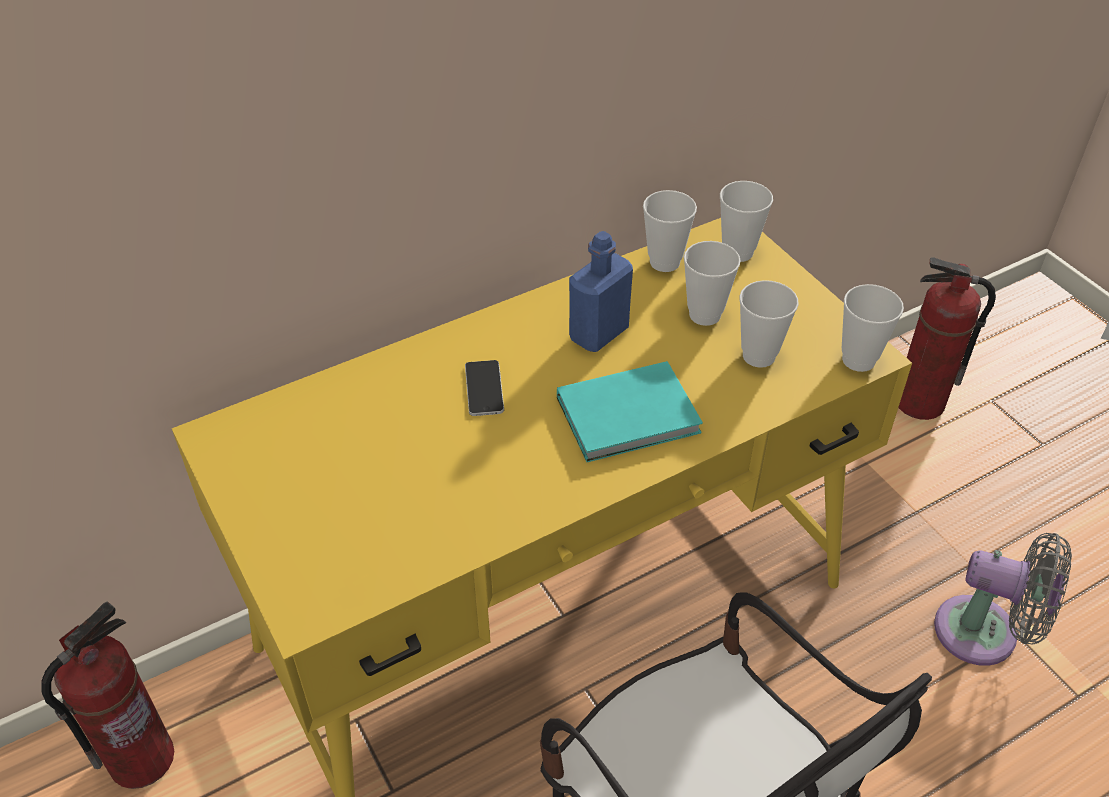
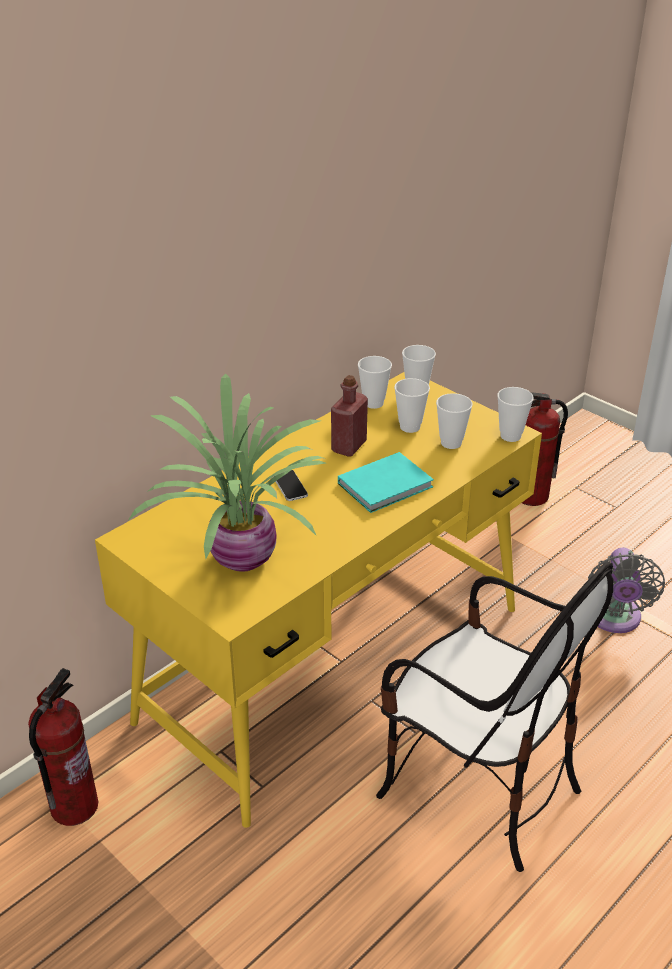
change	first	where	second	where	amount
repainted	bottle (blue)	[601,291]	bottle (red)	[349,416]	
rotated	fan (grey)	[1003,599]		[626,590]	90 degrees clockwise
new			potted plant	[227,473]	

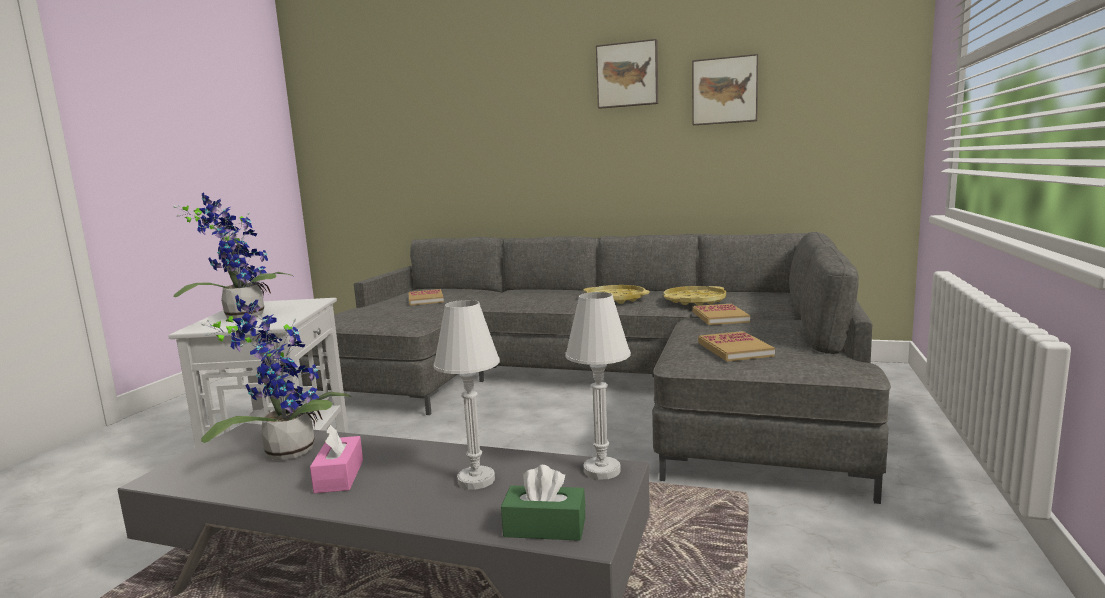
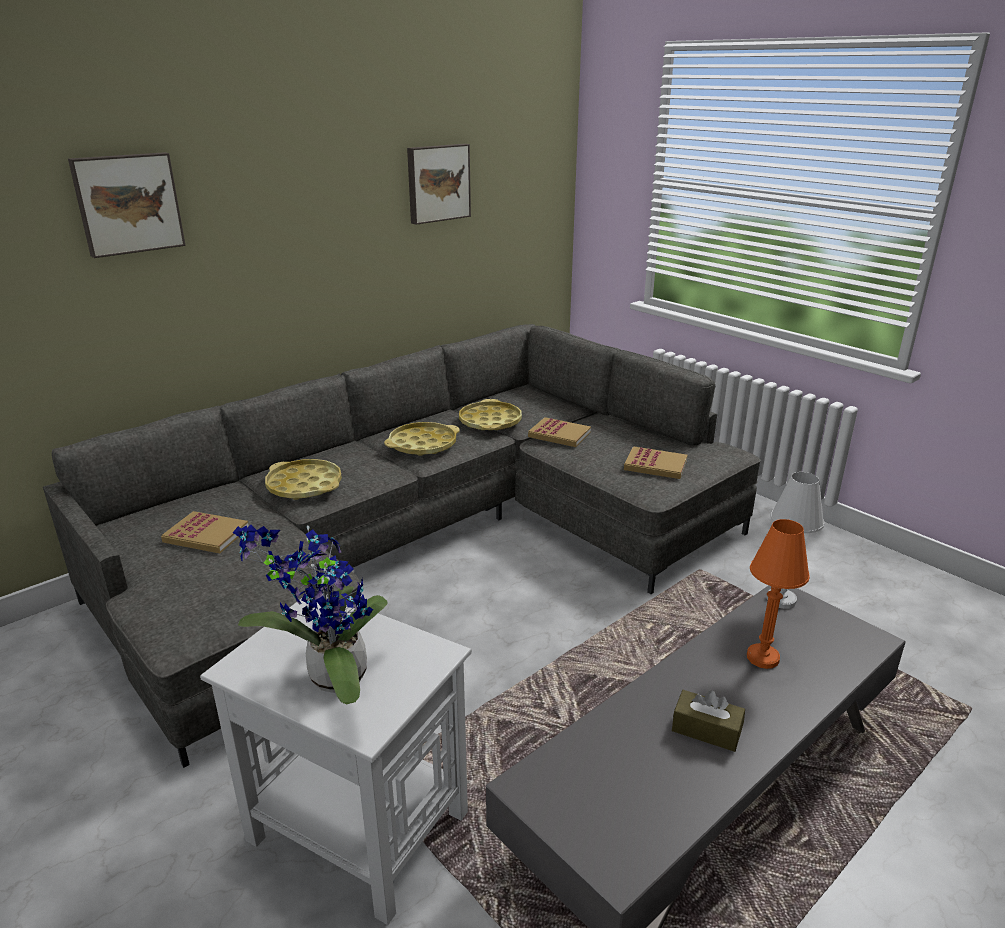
change	first	where	second	where	amount
shifted	picture	[627,74]		[127,205]	
gone	potted plant	[276,377]			
repainted	table lamp (white)	[466,395]	table lamp (orange)	[778,594]	
repainted	tissue box (pink)	[336,459]	tissue box (brown)	[708,721]	
gone	tissue box (green)	[543,503]			
new			tray (yellow)	[303,479]	

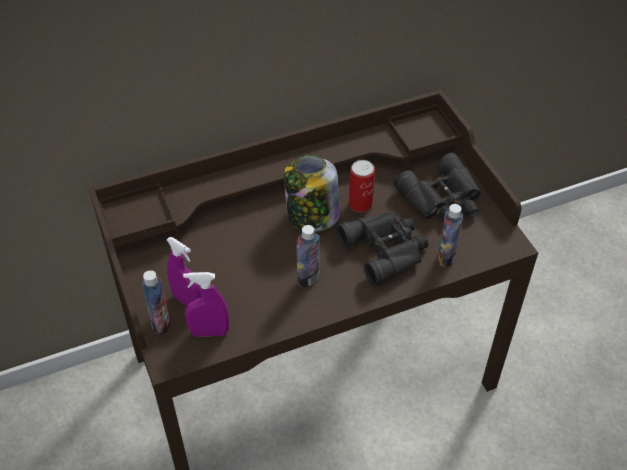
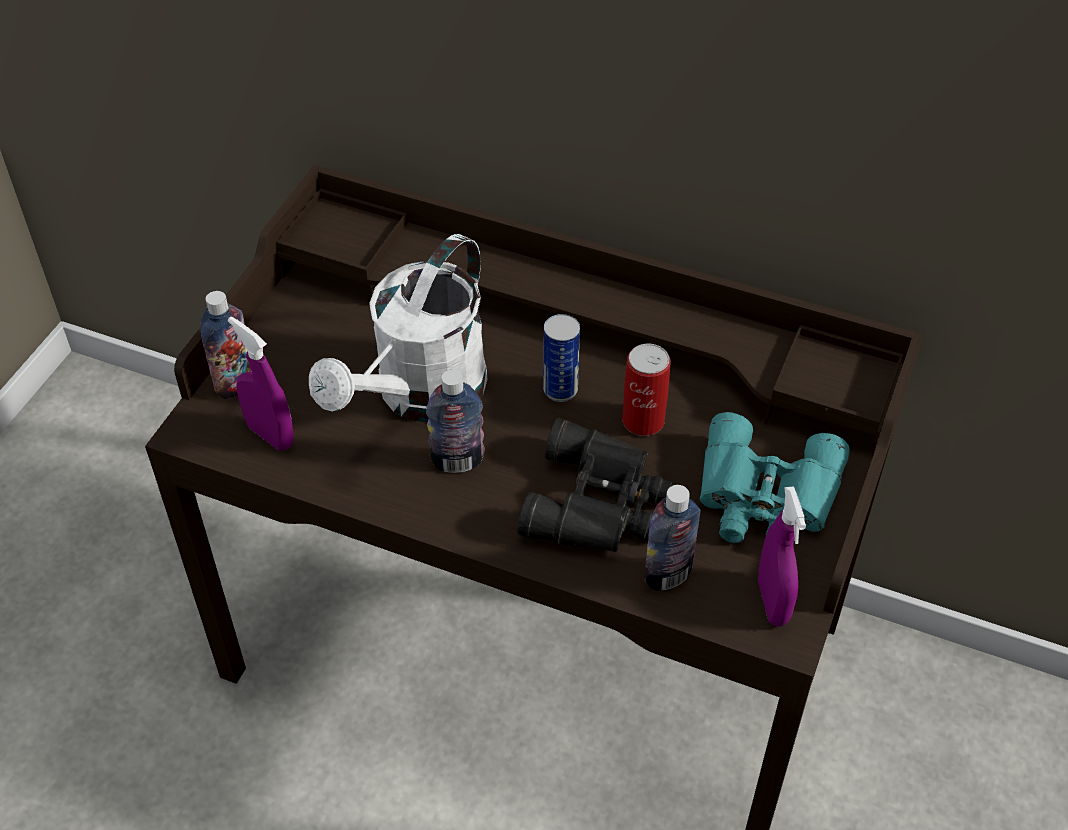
change	first	where	second	where	amount
repainted	binoculars (black)	[437,187]	binoculars (turquoise)	[775,477]	
swapped	jar	[312,193]	can	[561,358]	
shifted	spray bottle (purple)	[184,271]		[782,556]	
new			watering can (white)	[398,328]	

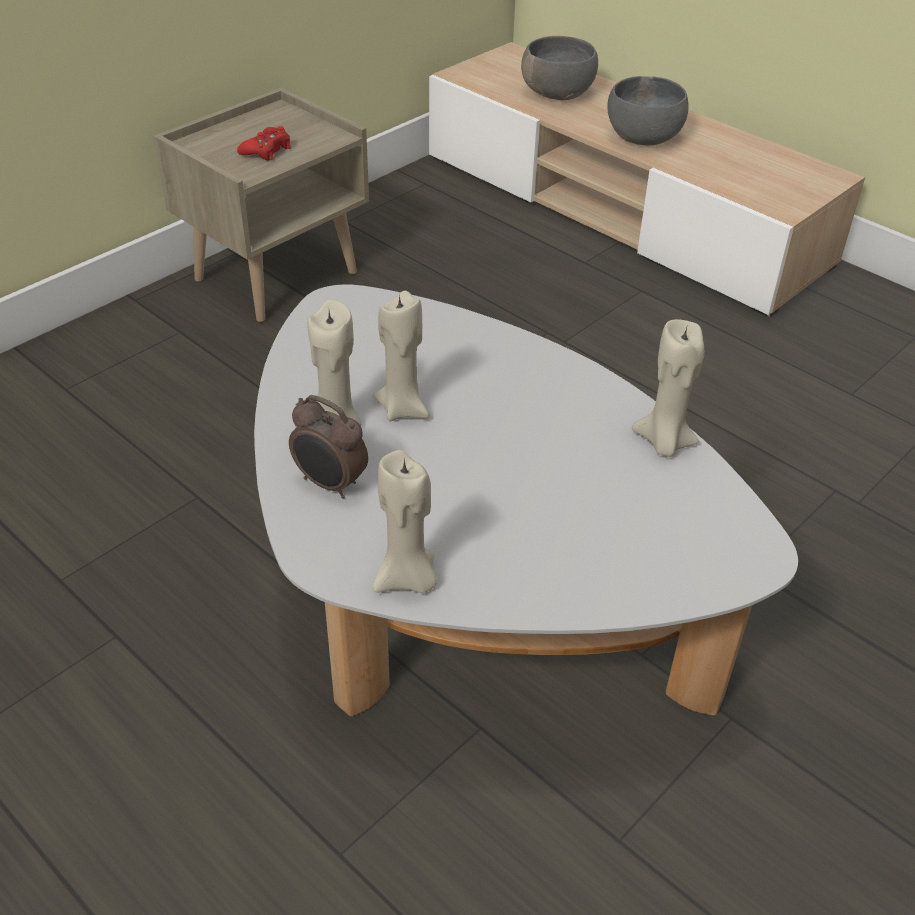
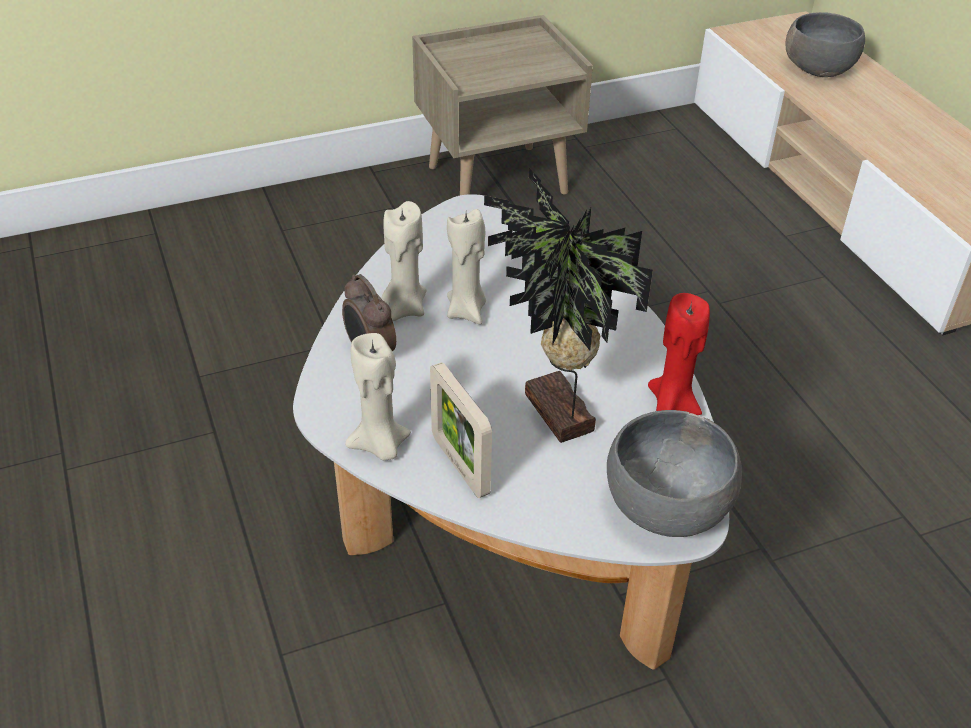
change	first	where	second	where	amount
shifted	bowl (grey)	[648,111]		[674,473]	
gone	game controller (red)	[264,143]			
repainted	candle (beige)	[668,388]	candle (red)	[679,354]	
new			potted plant	[568,305]	
new			picture frame	[461,430]	

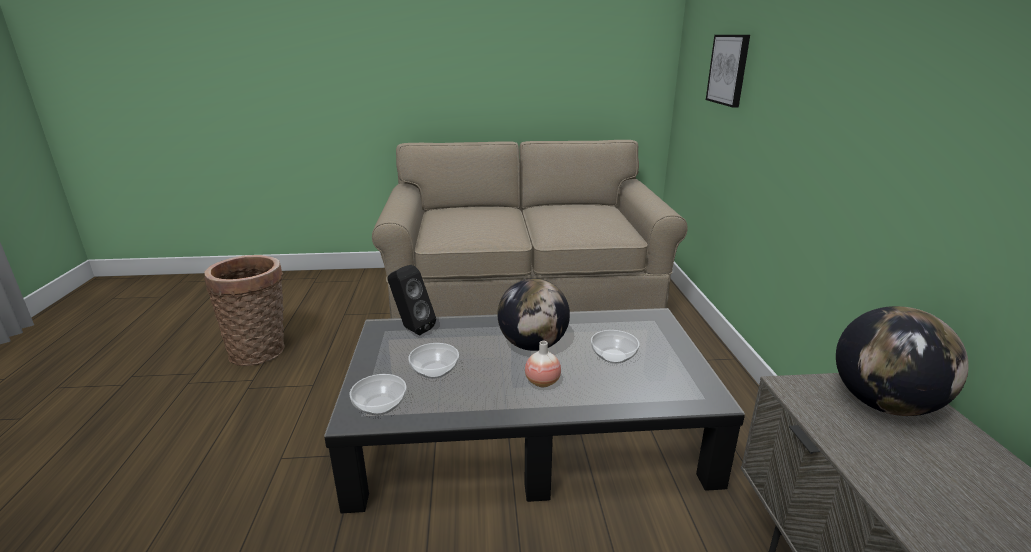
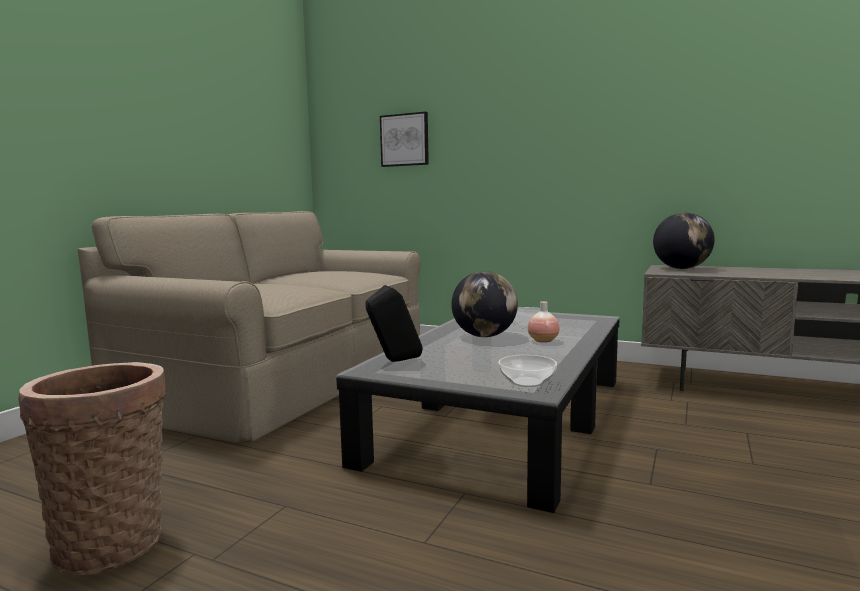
change	first	where	second	where	amount
gone	bowl	[433,361]			

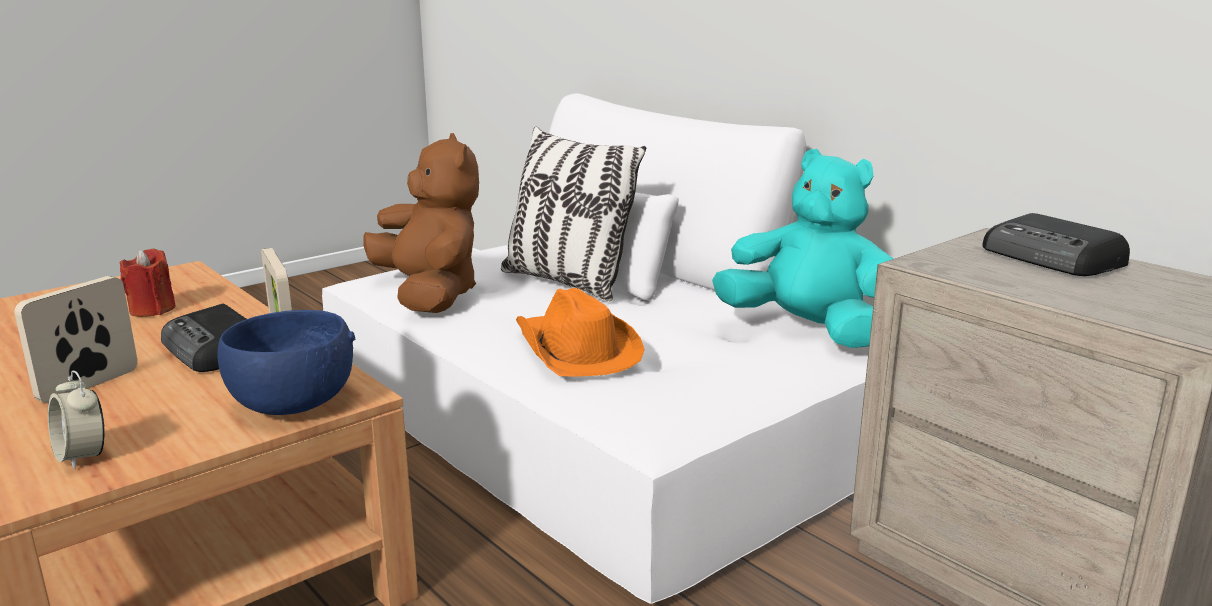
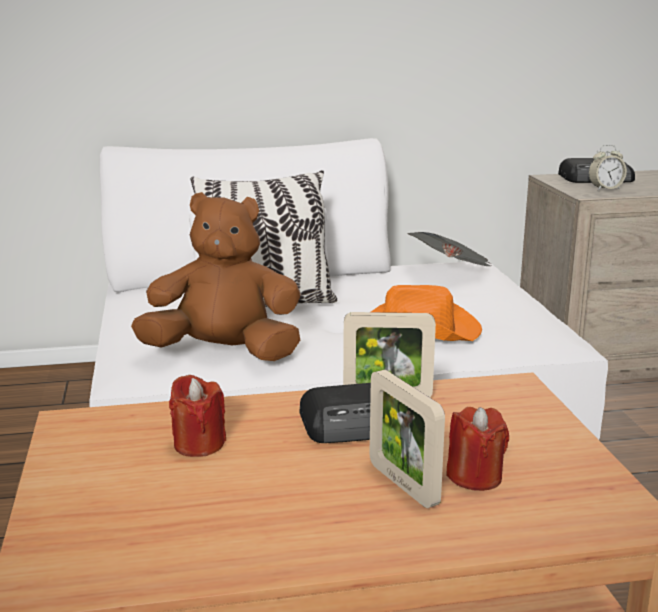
change	first	where	second	where	amount
swapped	plush toy (turquoise)	[803,248]	newspaper	[449,249]	
gone	bowl (blue)	[286,362]			
shifted	alarm clock	[76,420]		[607,167]	
new			candle (red)	[477,449]	

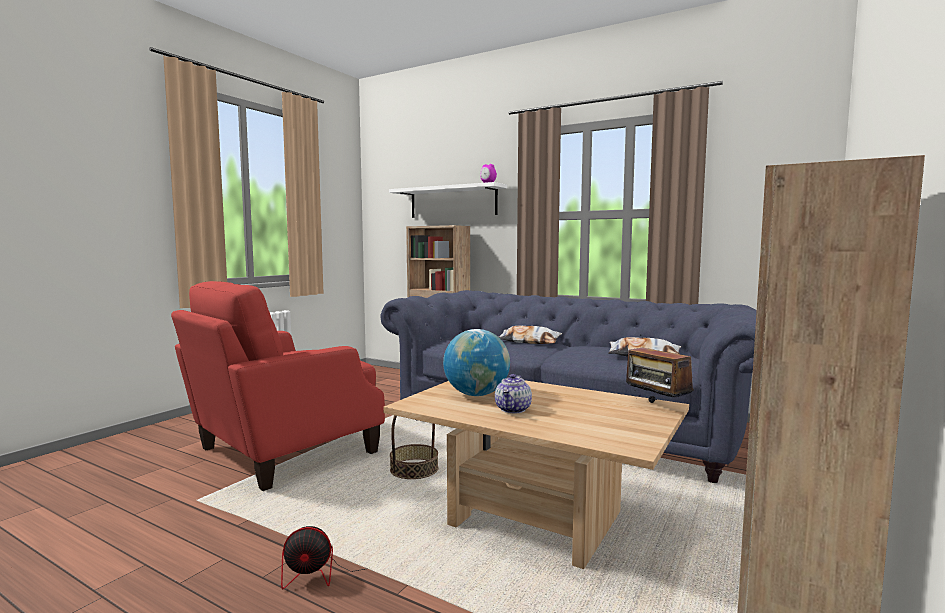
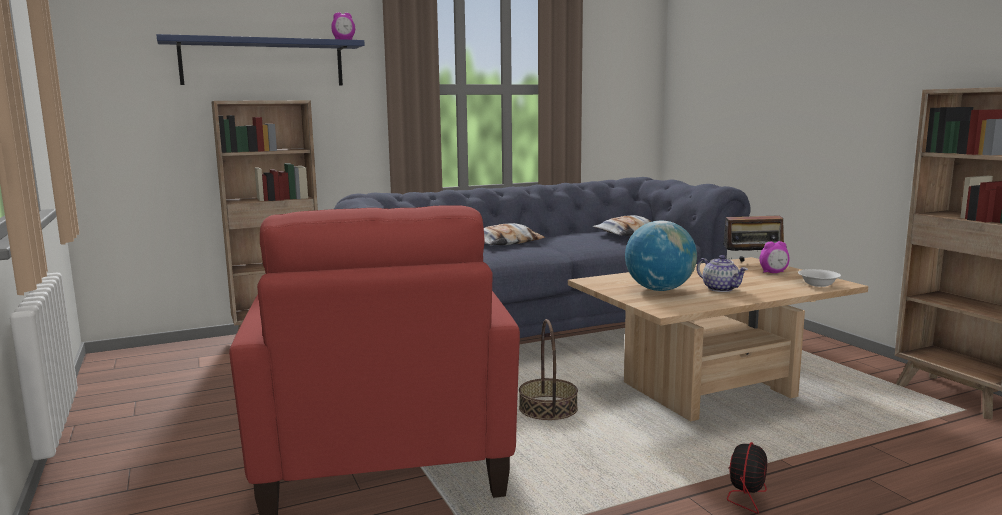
change	first	where	second	where	amount
repainted	shelf (white)	[448,200]	shelf (blue)	[260,59]	
new			alarm clock	[775,257]	
new			bowl (white)	[819,278]	

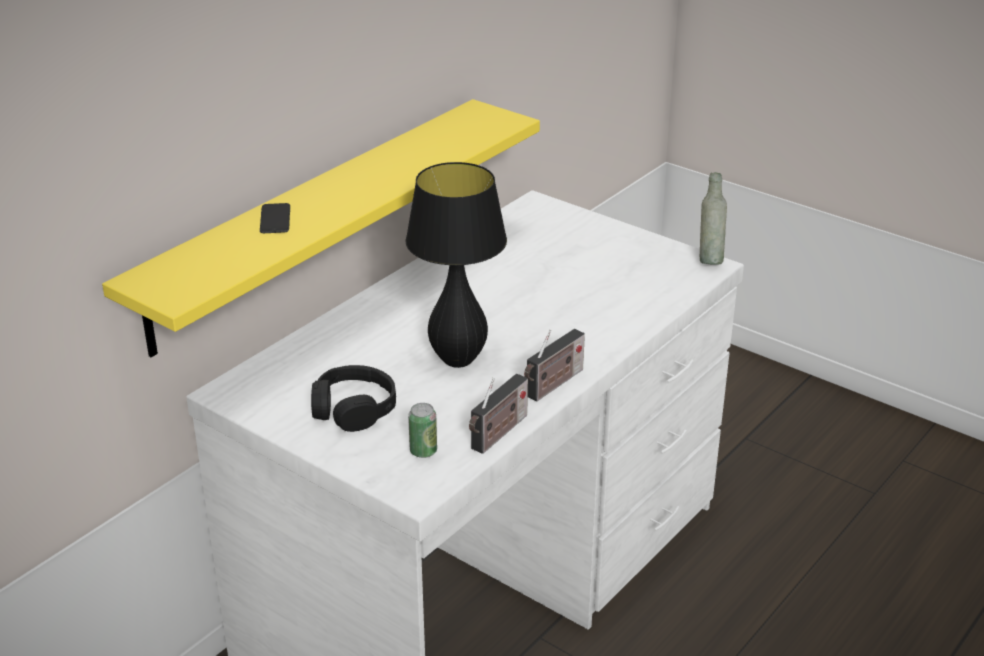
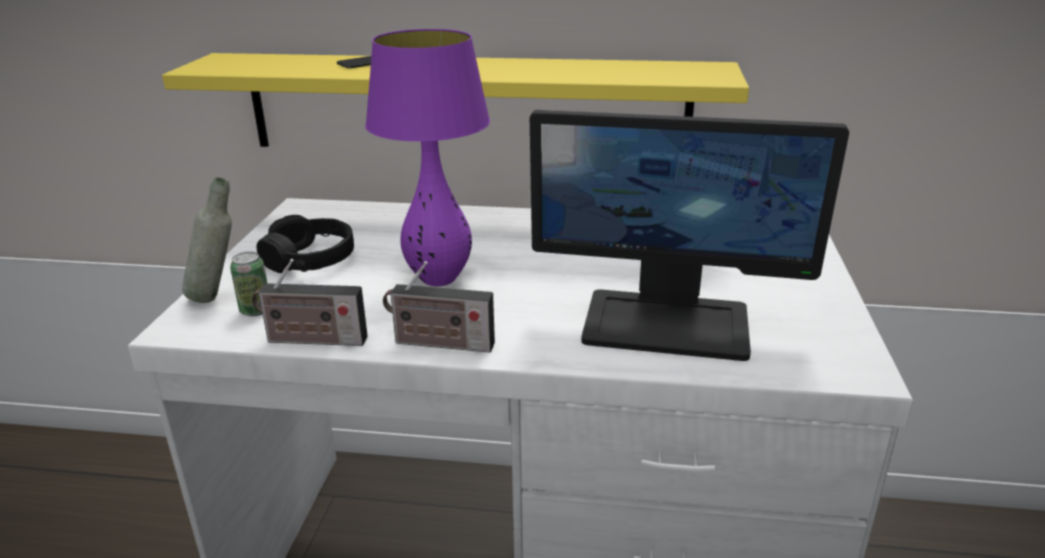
change	first	where	second	where	amount
repainted	table lamp (black)	[456,265]	table lamp (purple)	[427,157]	
shifted	bottle (grey)	[713,218]		[207,240]	
new			monitor	[689,235]	

